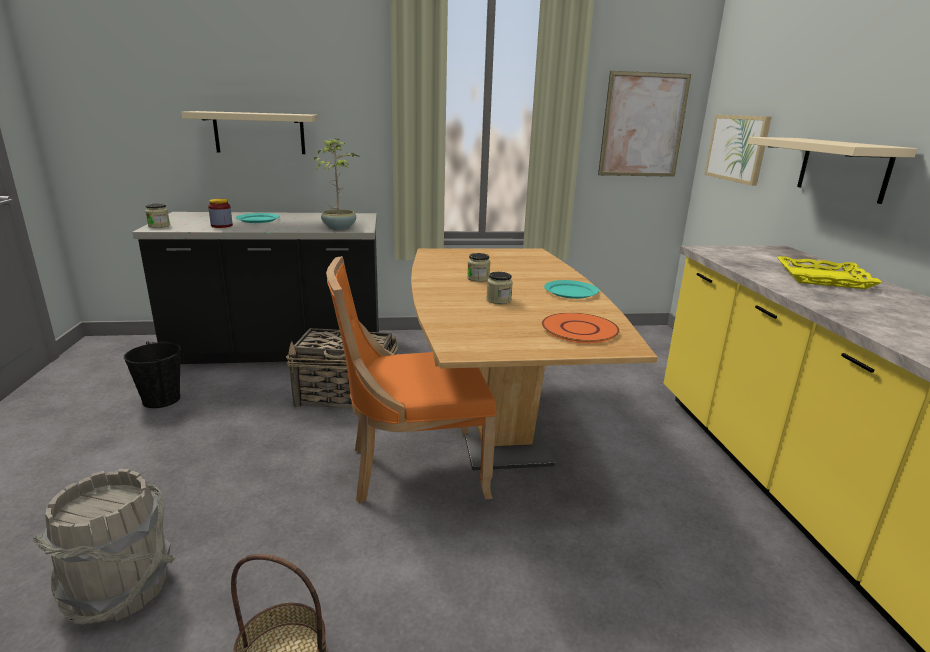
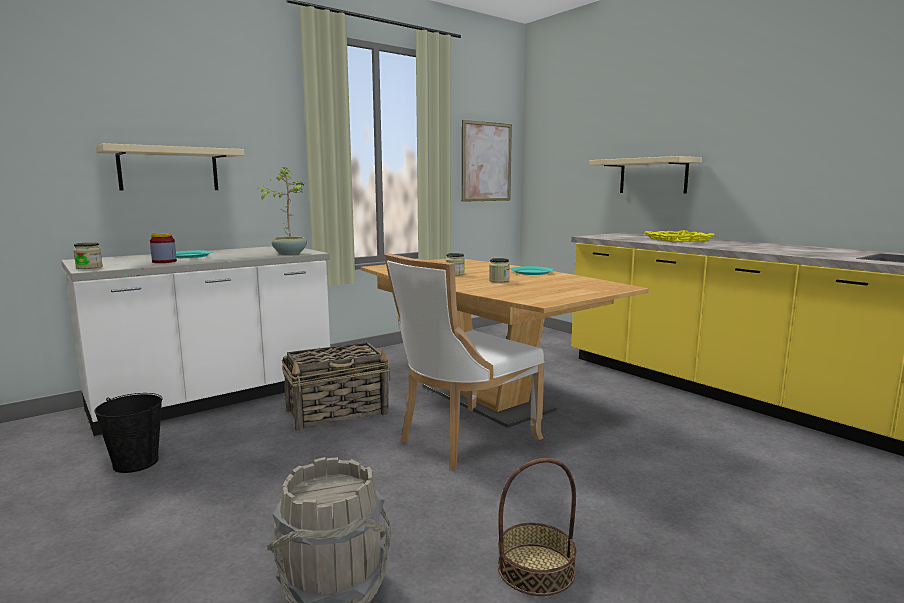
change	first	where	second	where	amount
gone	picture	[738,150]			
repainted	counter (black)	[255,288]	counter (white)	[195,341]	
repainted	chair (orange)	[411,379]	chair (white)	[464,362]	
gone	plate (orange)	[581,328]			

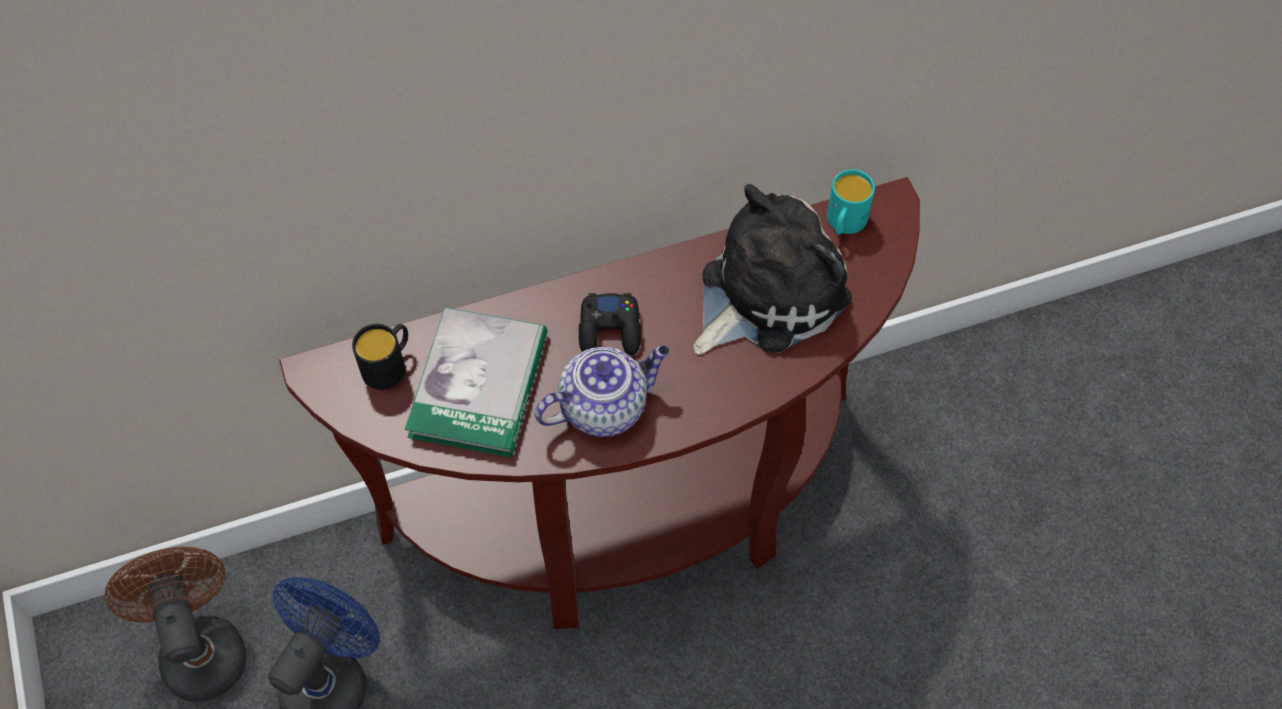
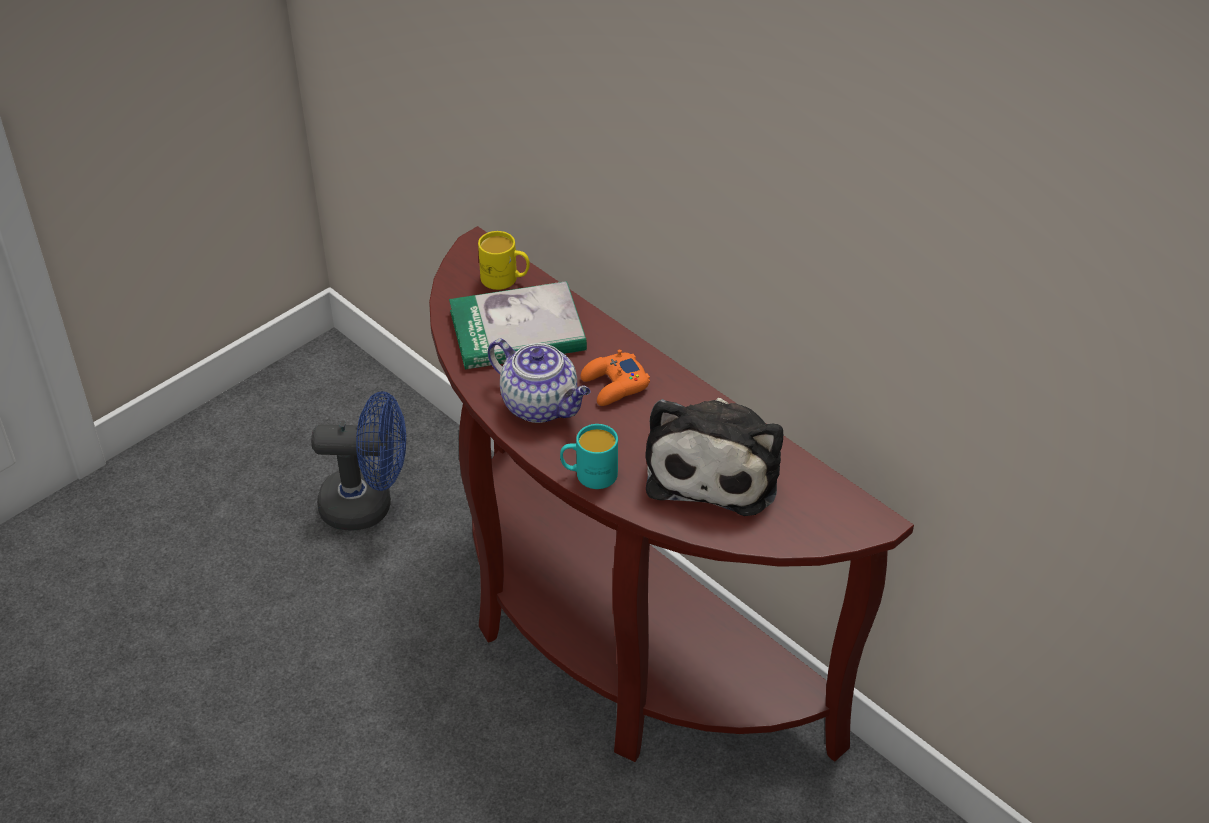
change	first	where	second	where	amount
shifted	mug (turquoise)	[851,202]		[589,456]	
rotated	plush toy	[772,269]		[714,457]	75 degrees clockwise
repainted	game controller (black)	[610,324]	game controller (orange)	[615,377]	
repainted	mug (black)	[380,357]	mug (yellow)	[504,260]	
gone	fan (brown)	[175,624]			

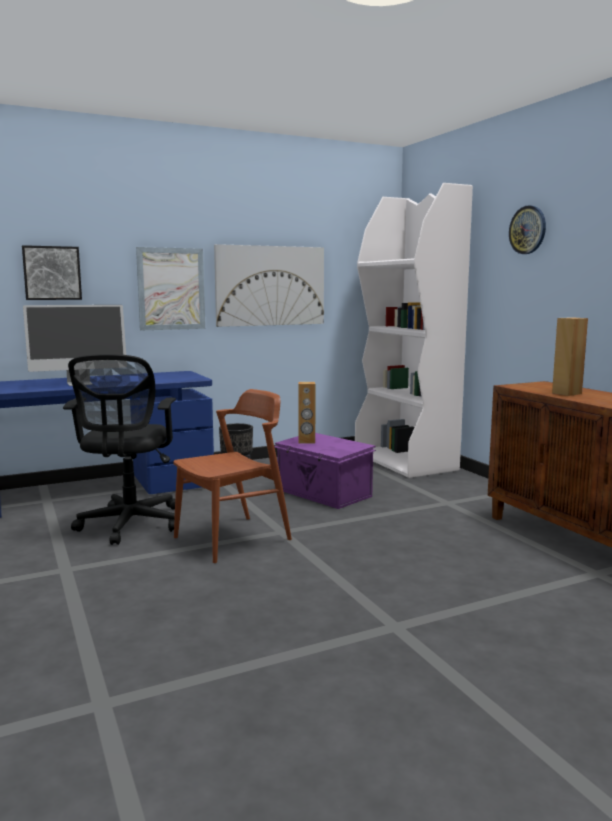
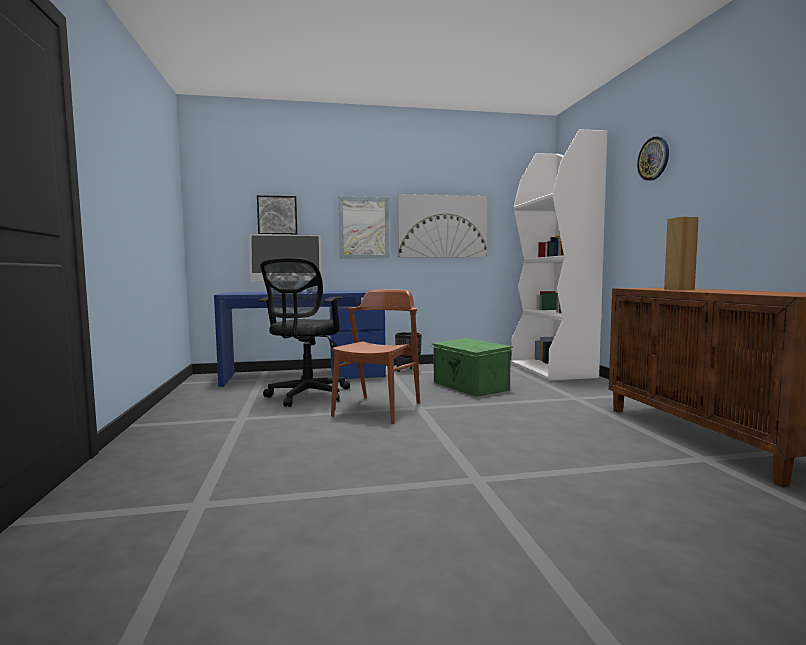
change	first	where	second	where	amount
gone	speaker (brown)	[306,413]			
rotated	chair (brown)	[232,476]		[375,356]	45 degrees counterclockwise
repainted	storage box (purple)	[325,471]	storage box (green)	[471,367]	

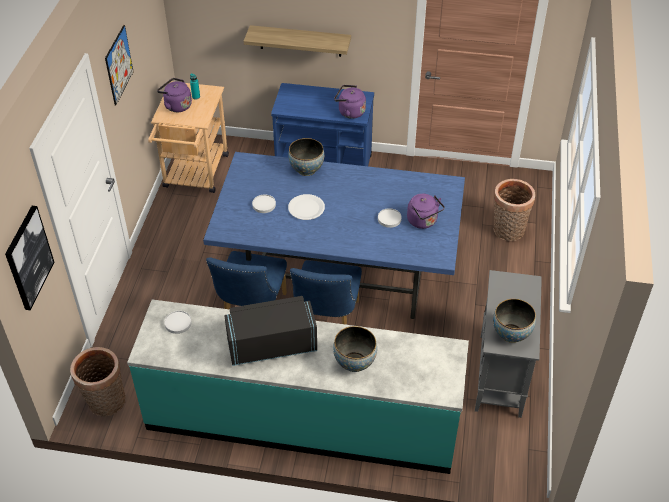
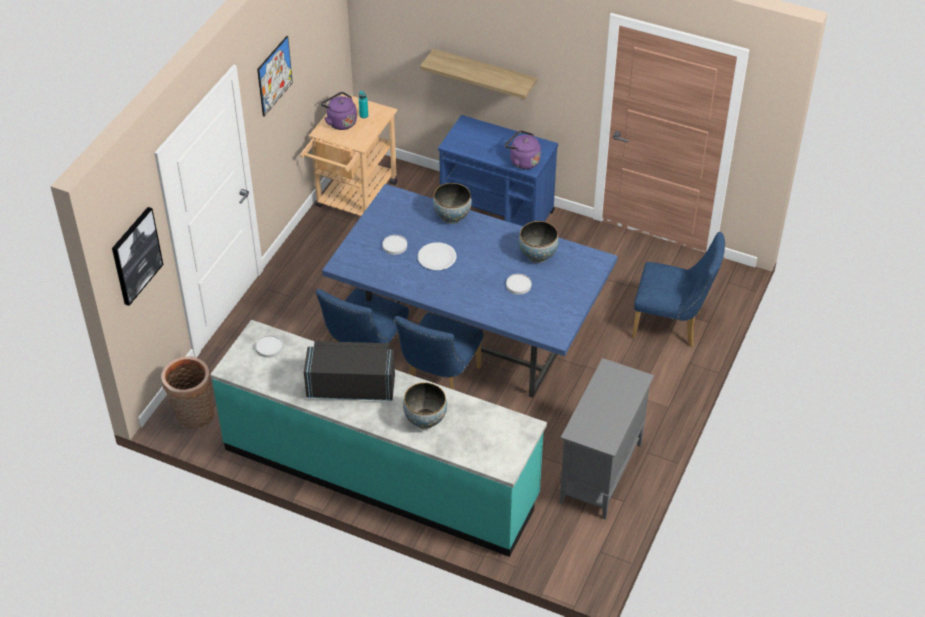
change	first	where	second	where	amount
swapped	basket	[514,210]	chair (blue)	[678,289]	
gone	kettle (purple)	[426,211]			
shifted	bowl	[514,321]		[539,242]	

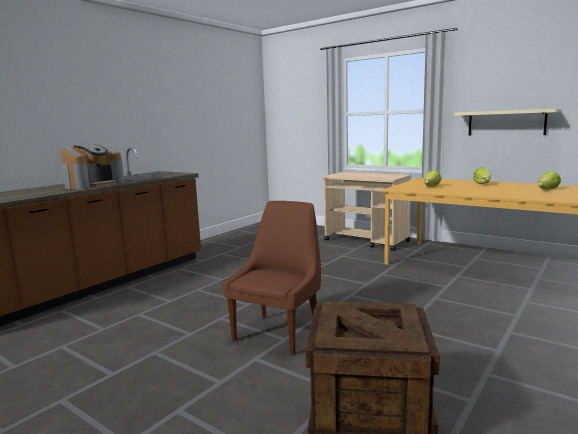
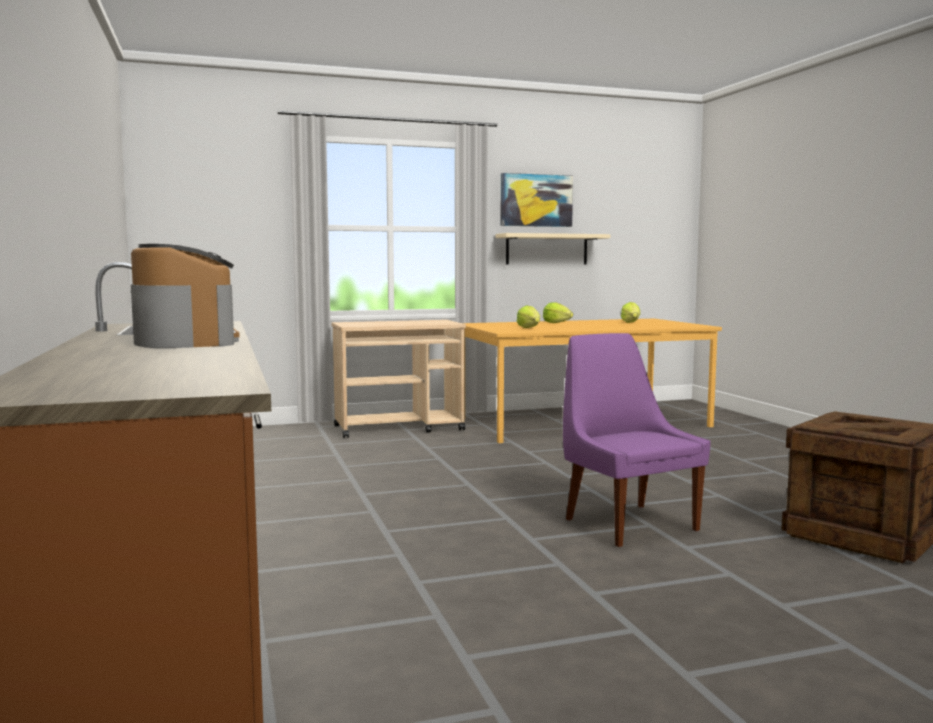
change	first	where	second	where	amount
repainted	chair (brown)	[271,278]	chair (purple)	[637,440]	
new			picture	[536,200]	

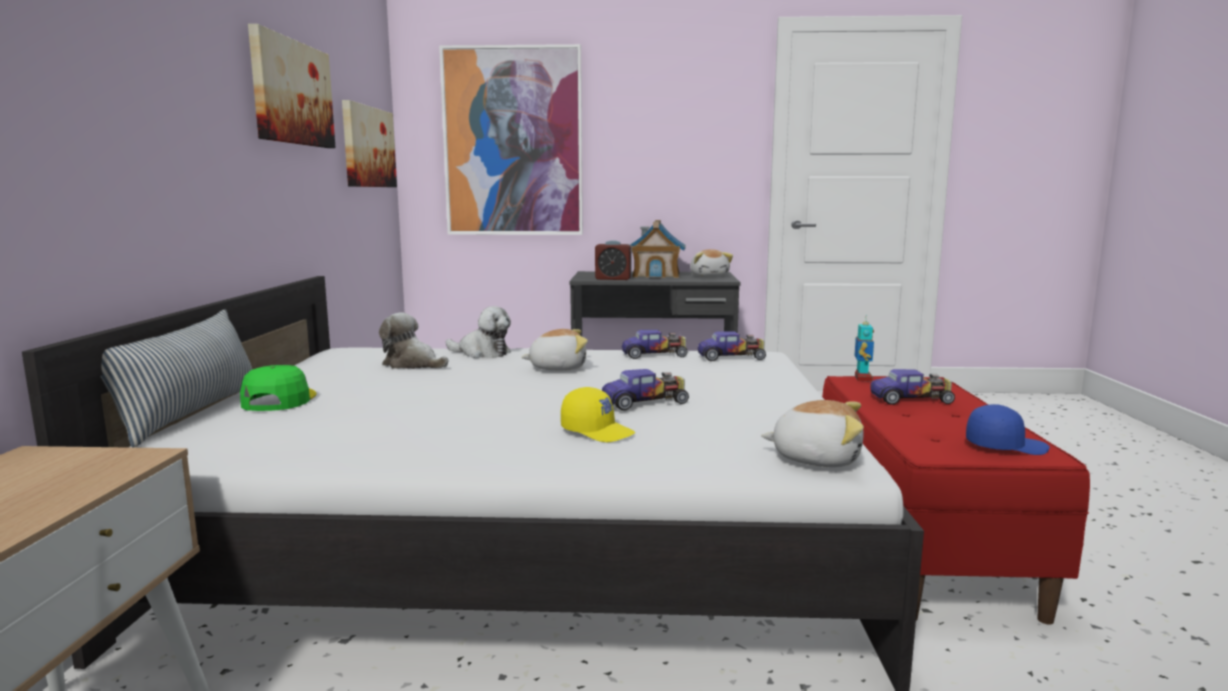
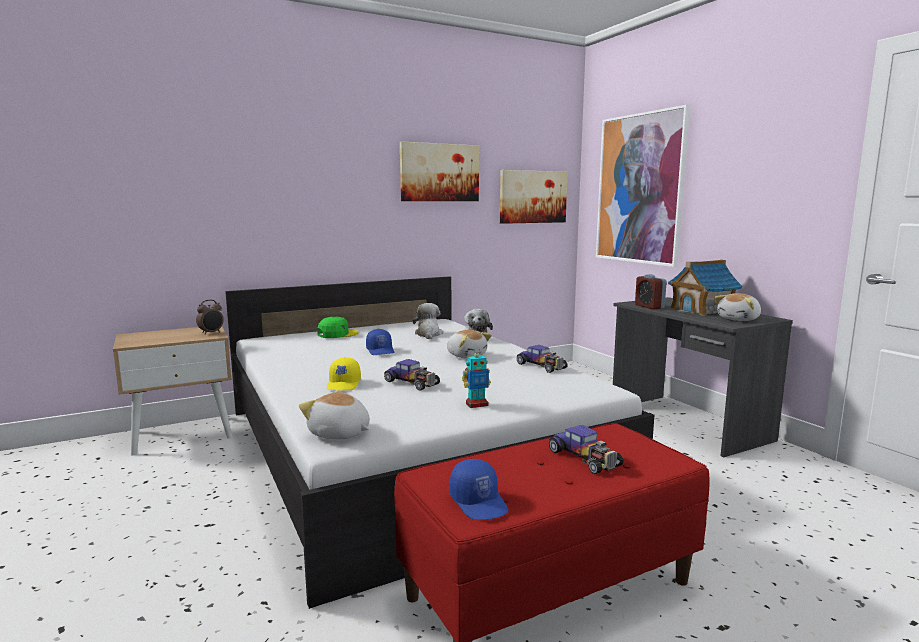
change	first	where	second	where	amount
gone	pillow	[176,379]			
shifted	toy robot	[864,348]		[476,378]	
gone	toy car	[732,346]			
rotated	plush toy	[812,433]		[334,414]	135 degrees clockwise
new			alarm clock	[210,317]	
new			cap (blue)	[380,342]	

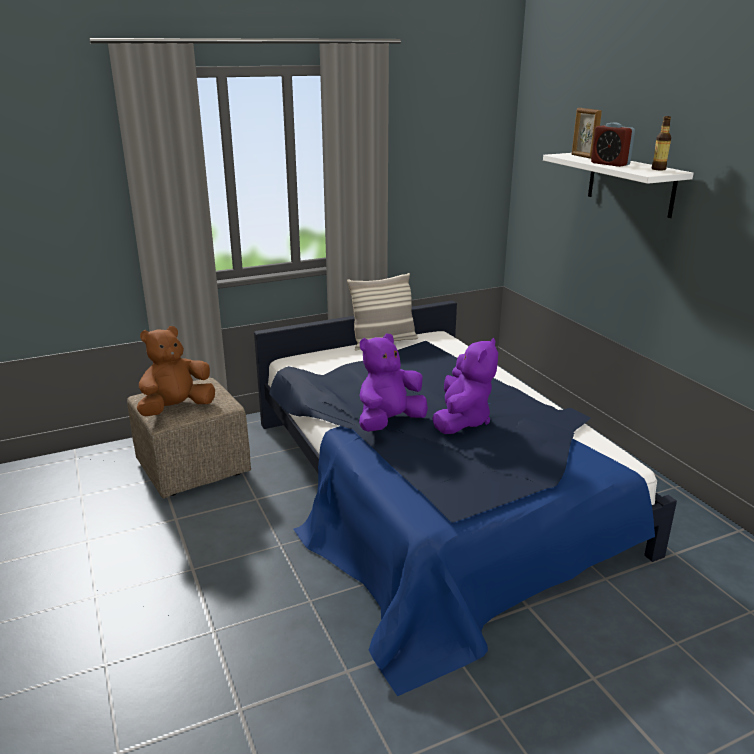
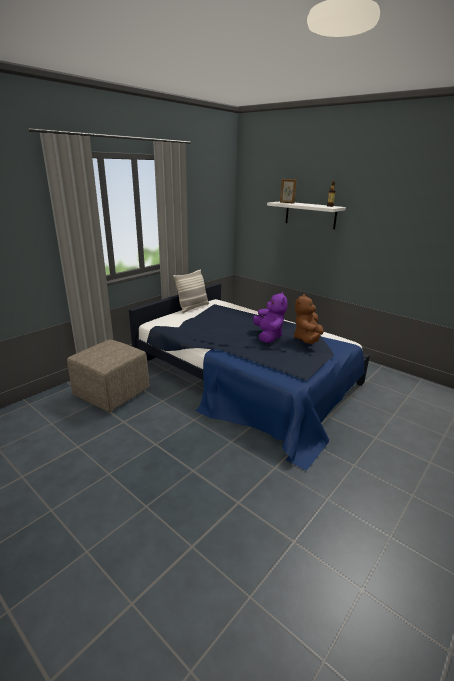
change	first	where	second	where	amount
gone	alarm clock	[613,144]			
shifted	plush toy (brown)	[176,371]		[308,319]	
gone	plush toy (purple)	[393,383]			

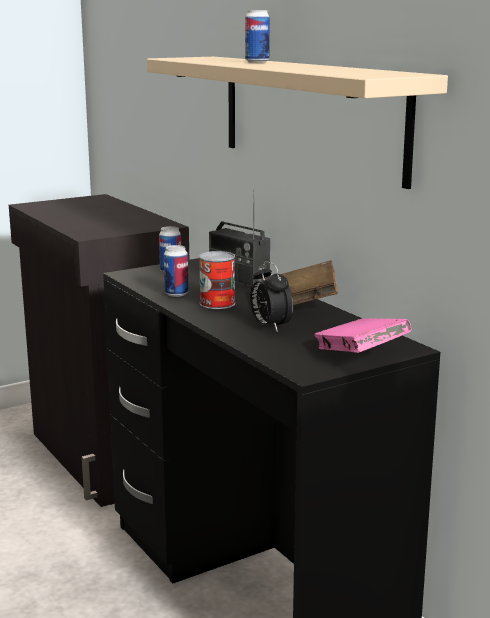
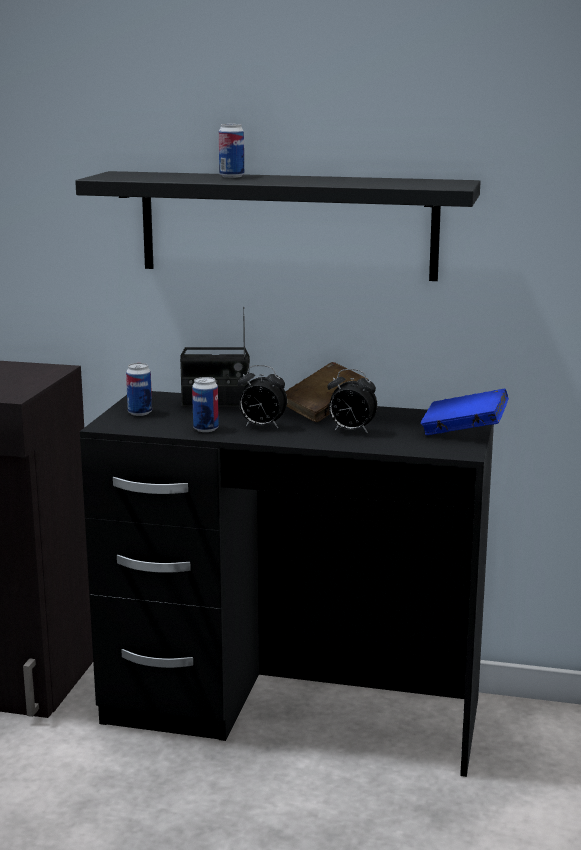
change	first	where	second	where	amount
repainted	shelf (beige)	[297,123]	shelf (black)	[277,226]	
swapped	can	[217,280]	alarm clock	[262,396]	
repainted	book (pink)	[362,335]	book (blue)	[465,411]	

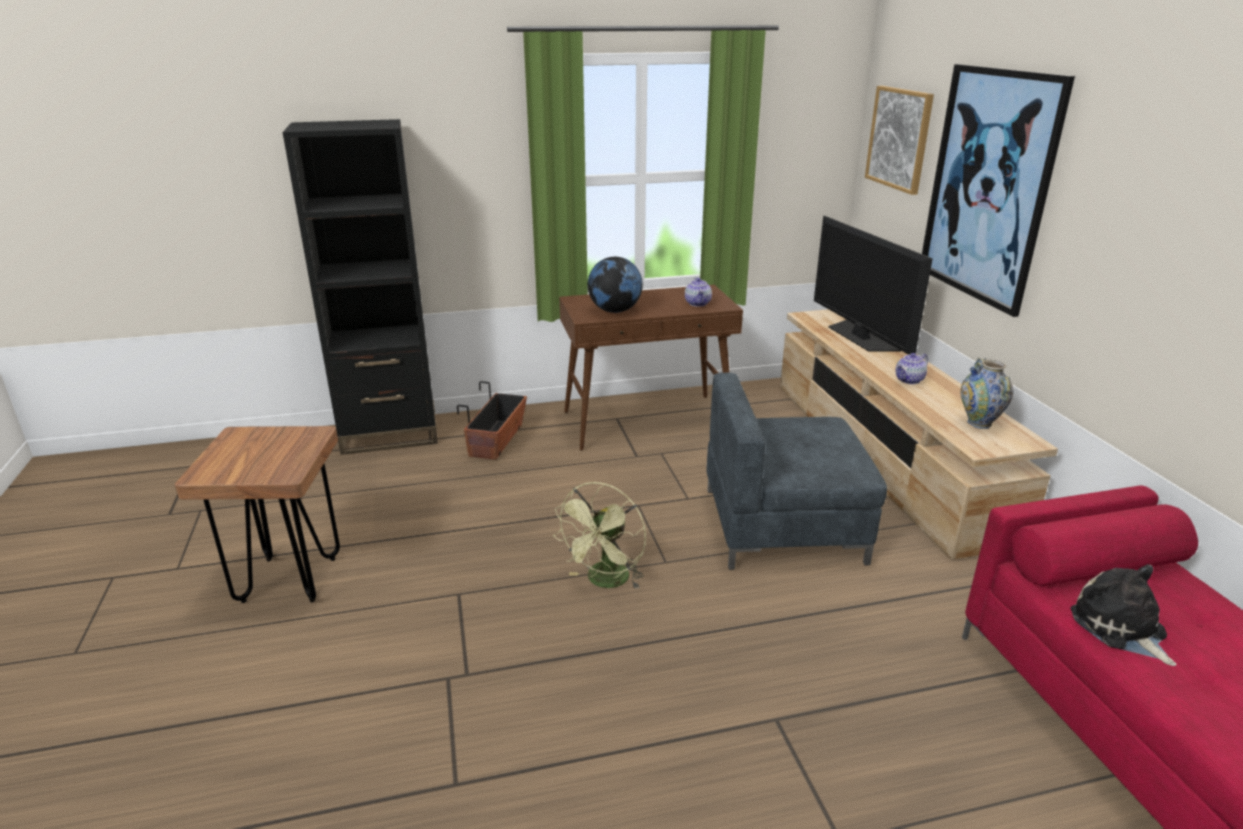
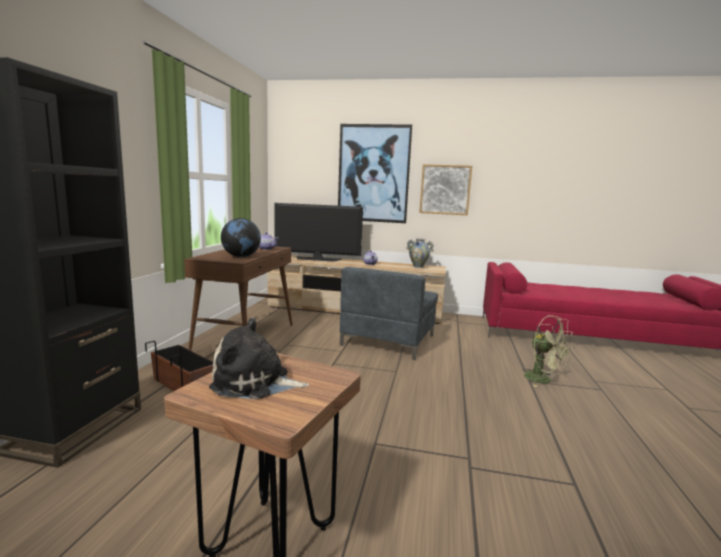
change	first	where	second	where	amount
shifted	picture	[899,140]		[445,189]	
shifted	fan (green)	[599,535]		[548,351]	
shifted	plush toy	[1124,615]		[259,358]	

